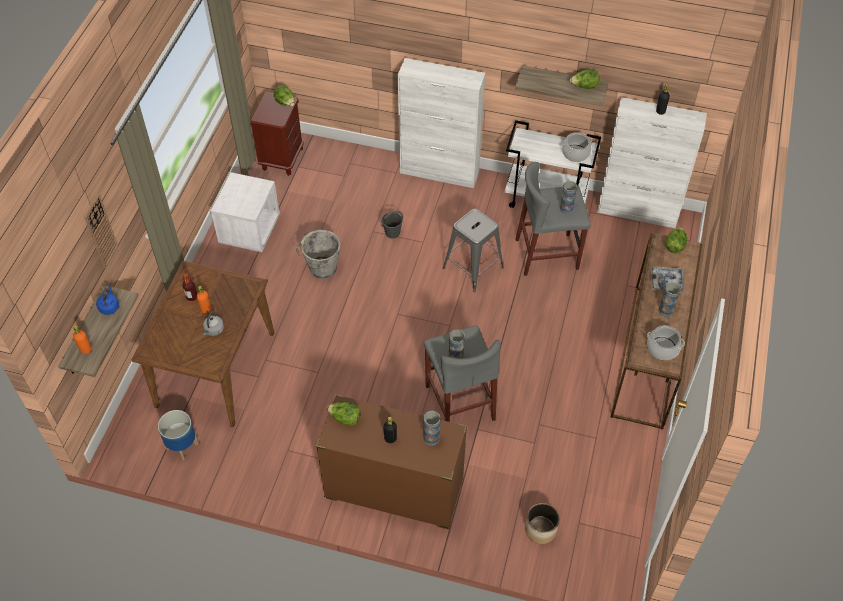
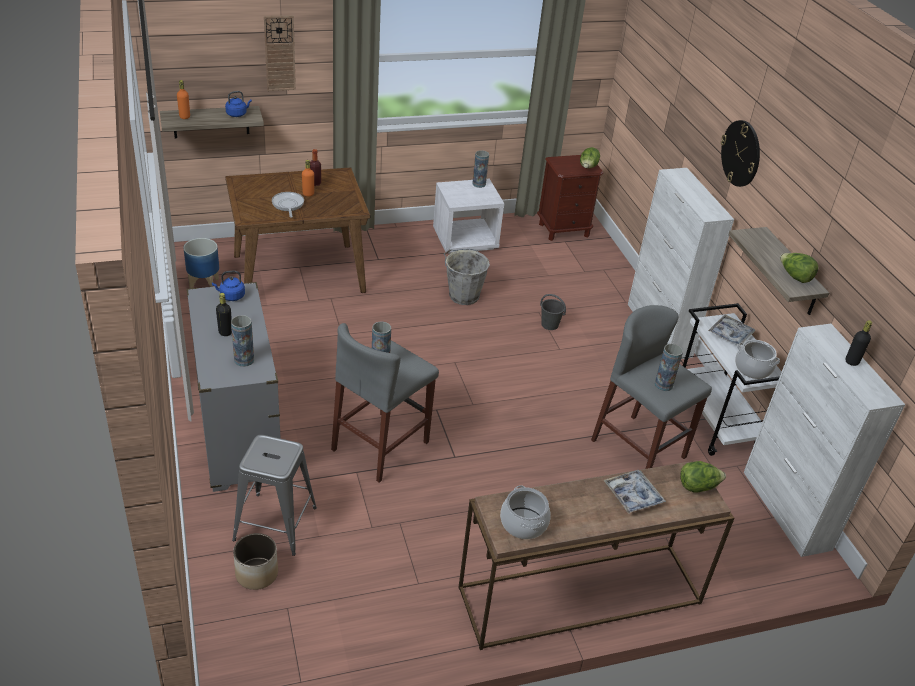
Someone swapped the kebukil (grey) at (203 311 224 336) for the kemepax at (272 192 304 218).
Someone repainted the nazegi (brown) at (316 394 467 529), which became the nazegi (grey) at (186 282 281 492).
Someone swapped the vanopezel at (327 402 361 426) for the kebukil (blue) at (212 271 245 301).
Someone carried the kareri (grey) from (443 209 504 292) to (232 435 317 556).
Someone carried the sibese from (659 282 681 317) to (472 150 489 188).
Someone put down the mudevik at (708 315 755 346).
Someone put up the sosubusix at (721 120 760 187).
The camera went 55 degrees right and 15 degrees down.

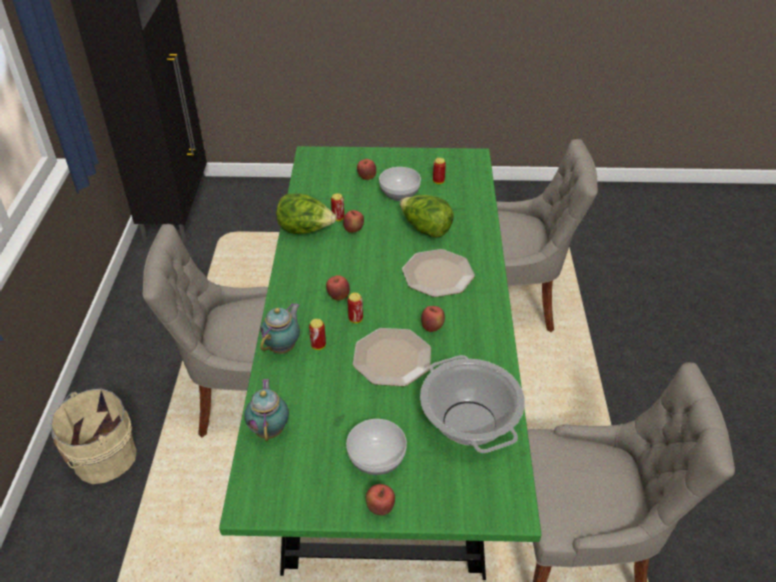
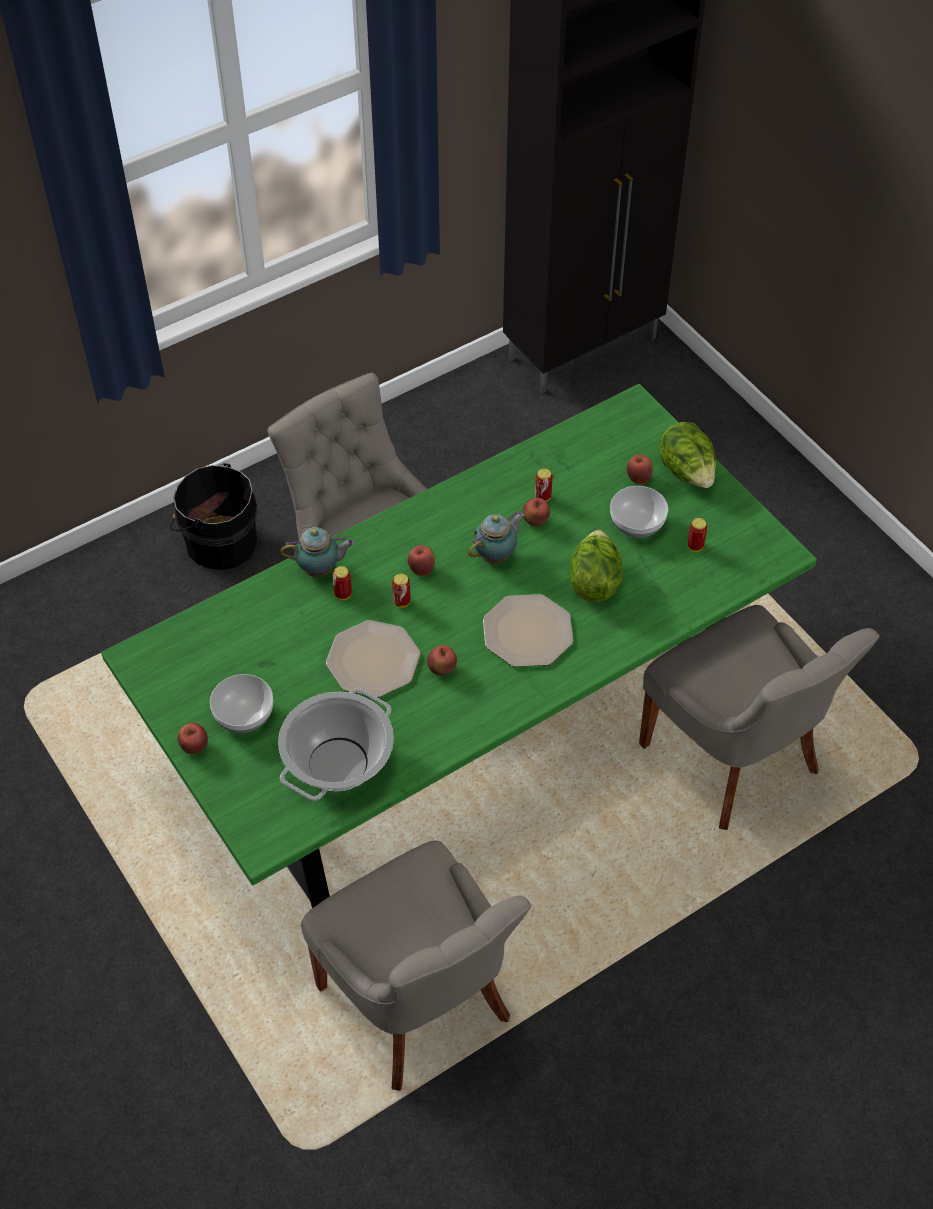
Someone repainted the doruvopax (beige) at (51 389 137 484), which became the doruvopax (black) at (170 462 257 570).
Someone carried the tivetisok from (245 379 289 441) to (468 512 525 564).
Someone carried the vanopezel from (276 194 336 234) to (659 422 716 488).
The camera went 55 degrees right and 10 degrees up.

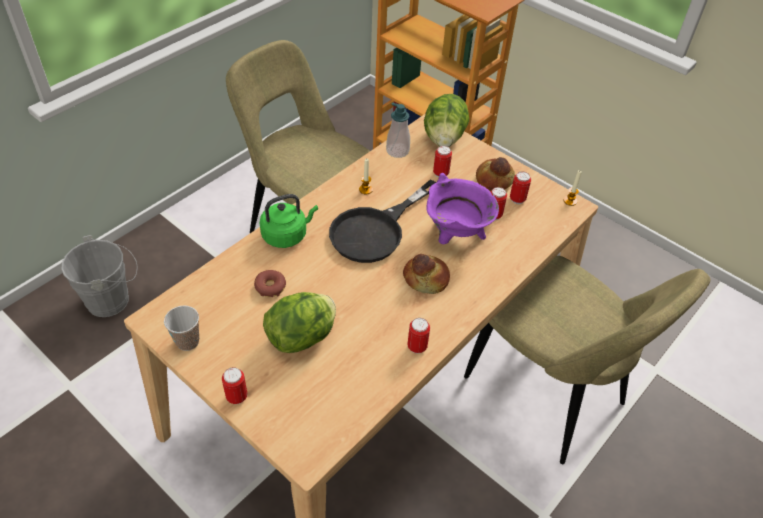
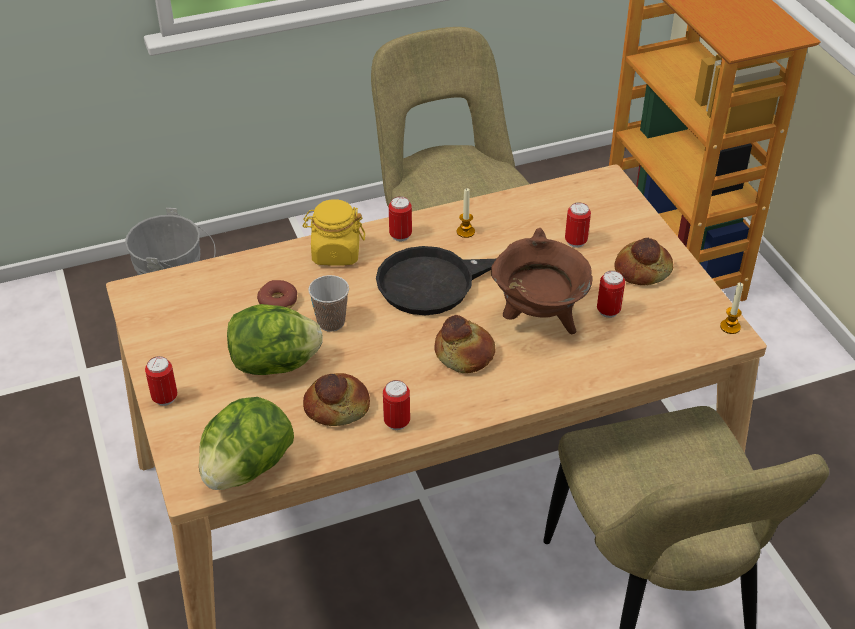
Someone carried the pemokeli from (164 306 199 351) to (309 275 349 332).
Someone swapped the kebukil (green) at (260 194 318 248) for the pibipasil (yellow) at (303 199 365 266).
Someone took away the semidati at (386 103 410 158).
Someone carried the vanopezel from (424 94 469 147) to (199 397 294 490).
Someone repainted the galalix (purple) at (426 173 499 244), which became the galalix (brown) at (491 228 593 334).
Someone carried the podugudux from (510 171 531 204) to (389 196 412 241).
Someone put down the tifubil at (303 373 370 426).
The camera went 30 degrees right and 5 degrees down.

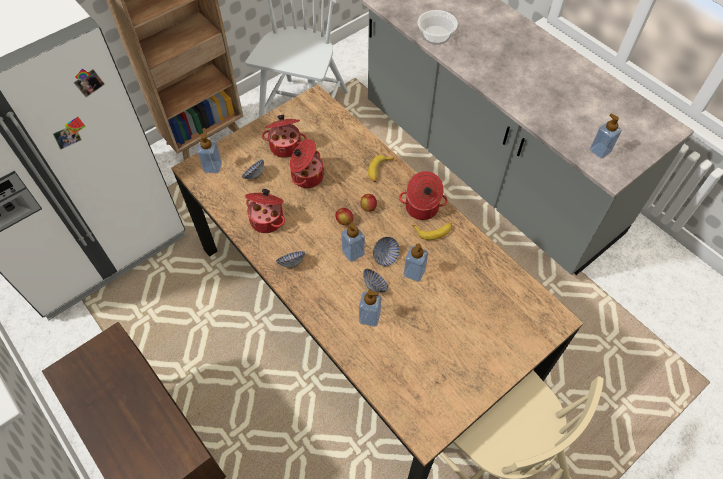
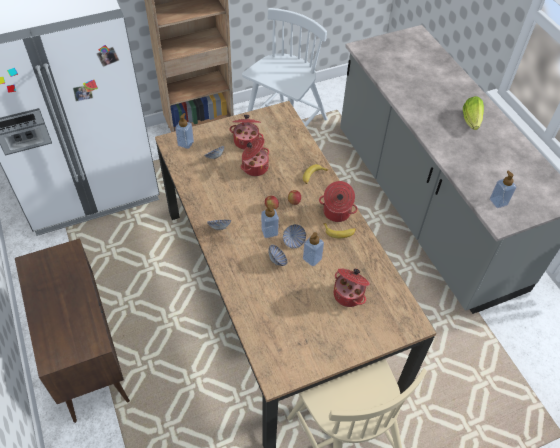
Someone carried the galalix from (245 189 285 233) to (334 268 370 307).
Someone took away the semidati at (359 290 381 327).
Someone took away the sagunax at (418 10 458 45).
Someone put down the vanopezel at (463 96 484 130).
The camera went 15 degrees right and 5 degrees down.

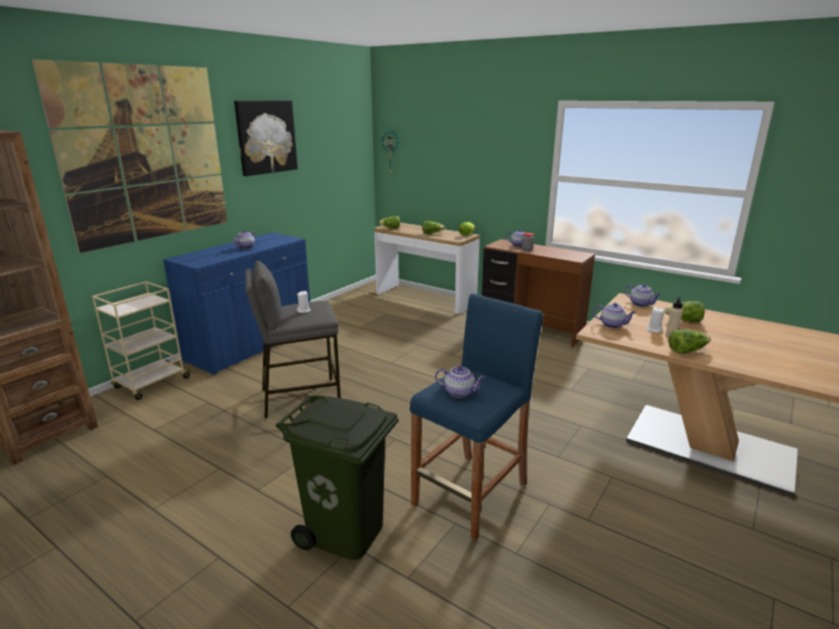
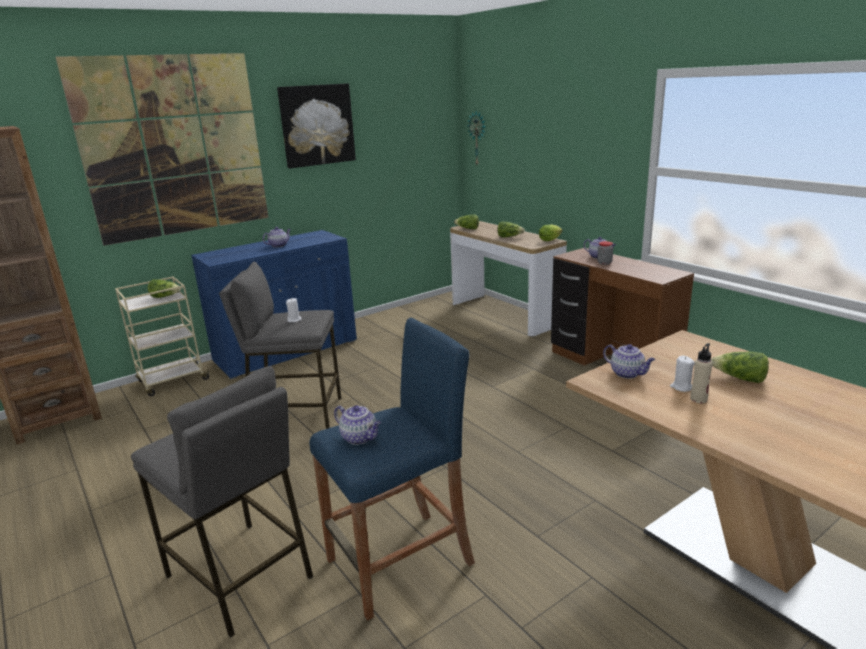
Someone swapped the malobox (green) at (276 396 399 560) for the kareri (grey) at (131 366 313 637).
Someone took away the tivetisok at (625 284 661 307).
Someone carried the vanopezel from (668 329 711 353) to (148 279 182 298).
The camera went 20 degrees right and 0 degrees up.

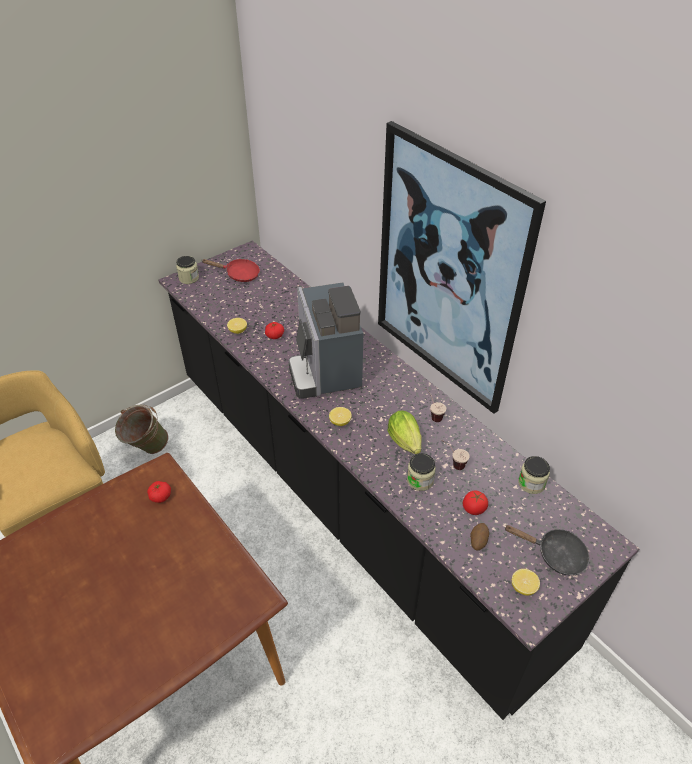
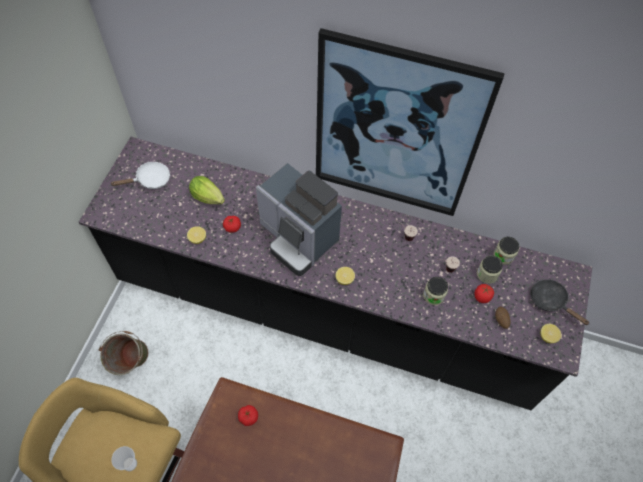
Someone carried the pibipasil from (176 256 199 284) to (477 256 503 284).
Someone repainted the kemepax (red) at (202 259 260 282), which became the kemepax (white) at (110 162 170 189).
Someone carried the vanopezel from (388 410 422 454) to (189 176 225 204).
Someone rotated the kemepax (black) at (504 525 590 575) by 120 degrees counterclockwise.
Someone put down the pemokeli at (111 446 137 471).
The camera went 35 degrees left and 15 degrees up.

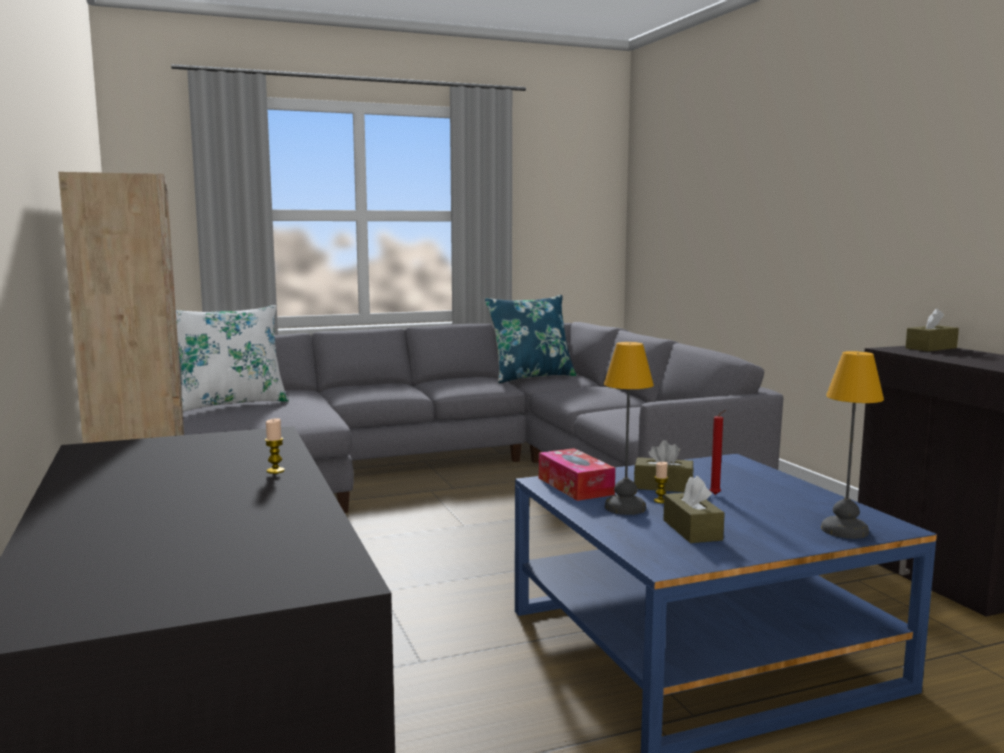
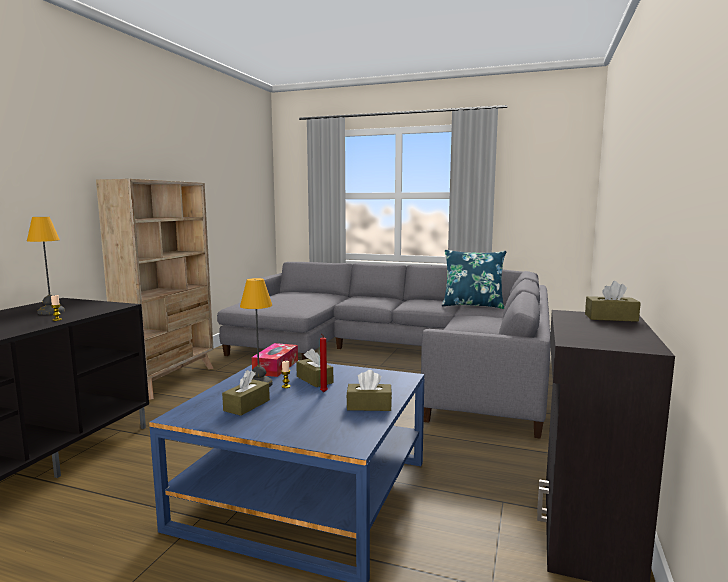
Someone took away the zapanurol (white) at (176 305 289 412).
Someone carried the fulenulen from (821 351 884 539) to (27 217 65 315).
Someone put down the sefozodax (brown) at (346 370 392 411).
The camera went 40 degrees right and 0 degrees up.

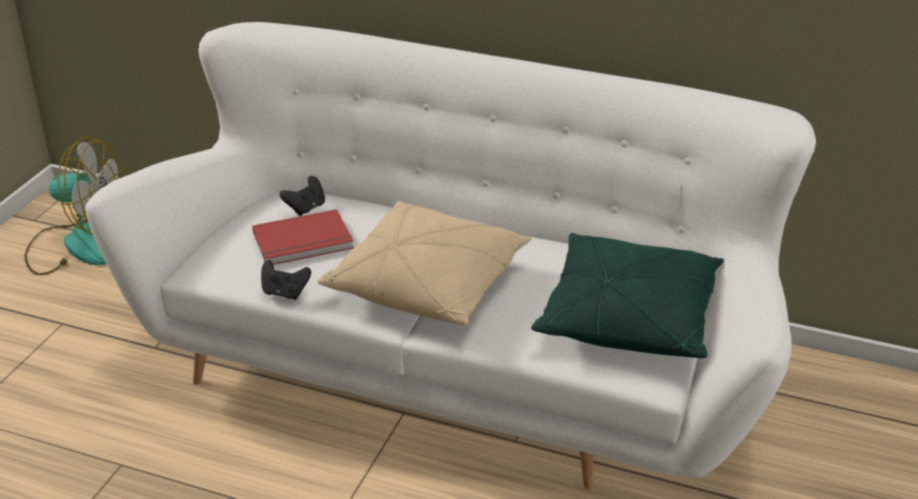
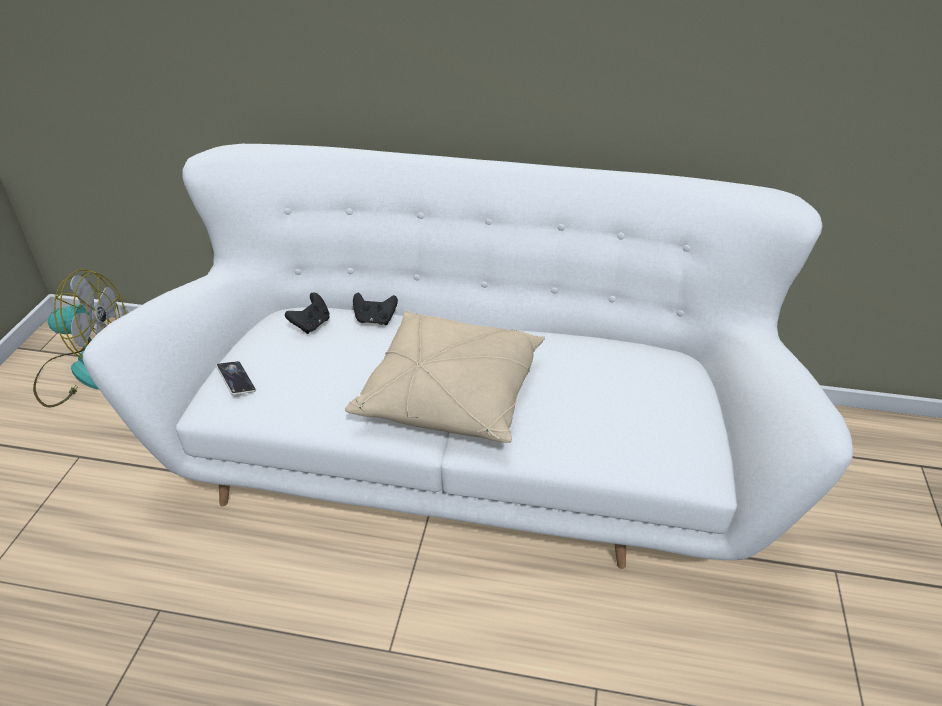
Someone took away the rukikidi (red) at (252 209 354 265).
Someone carried the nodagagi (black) from (261 260 311 300) to (353 293 398 325).
Someone took away the zapanurol (green) at (531 233 724 358).
Someone put down the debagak at (216 361 256 395).
The camera went 10 degrees left and 5 degrees up.

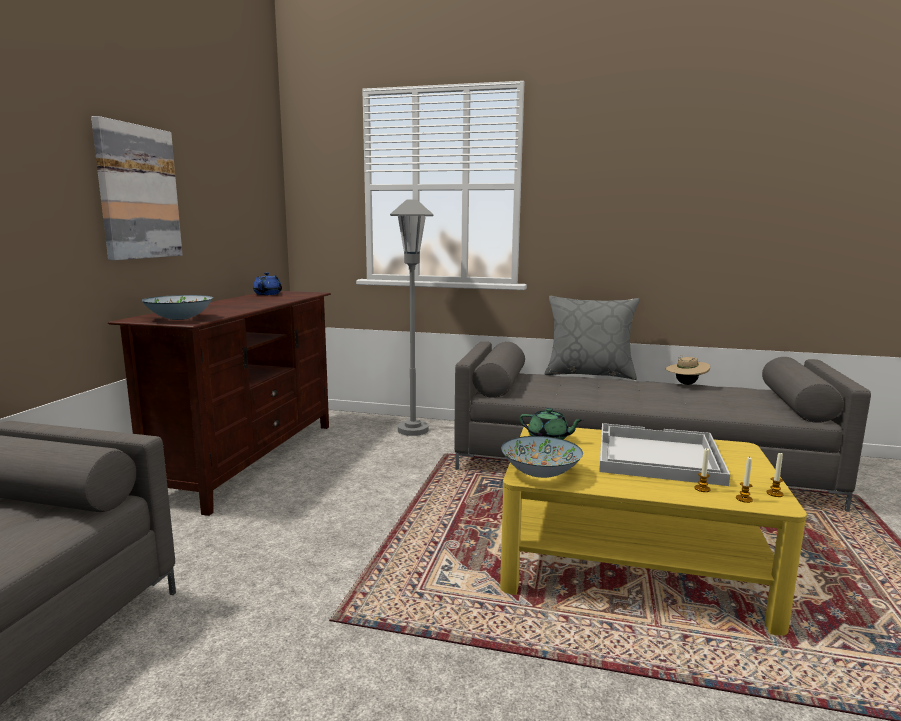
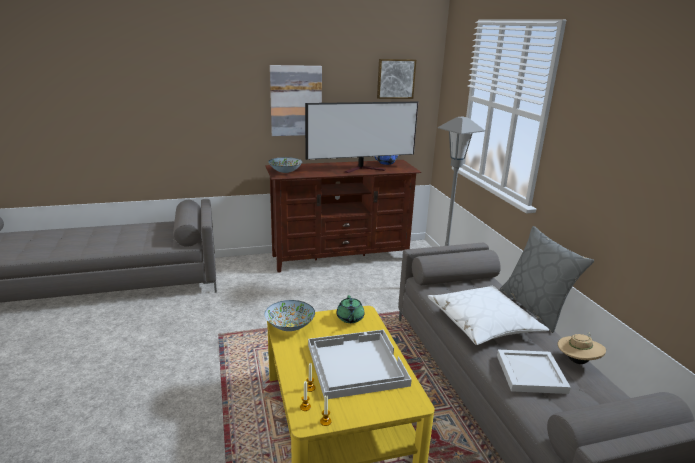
Someone put down the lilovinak at (305 102 418 173).
Someone put up the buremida at (377 59 416 99).
Someone put down the zapanurol (white) at (428 286 549 345).
Someone put down the mudevik (white) at (497 350 571 394).
The camera went 60 degrees right and 10 degrees up.

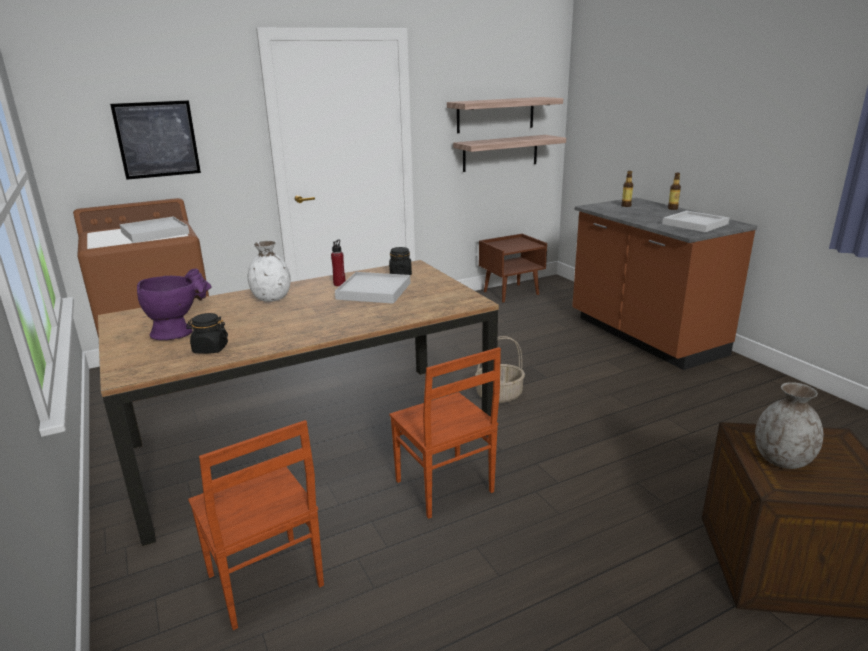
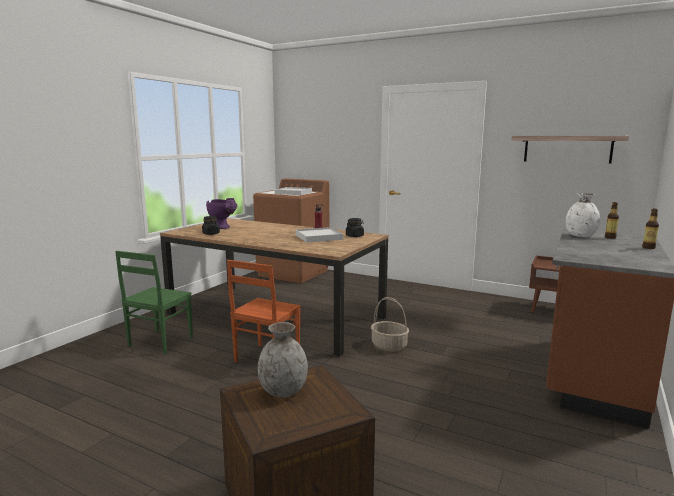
Someone took away the buremida at (110 100 201 180).
Someone repainted the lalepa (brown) at (188 420 324 630), which became the lalepa (green) at (115 251 193 354).
Someone carried the sibese (white) from (248 241 291 302) to (566 193 600 237).
Someone took away the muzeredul at (453 135 566 172).
Someone took away the mudevik (white) at (662 211 729 232).
The camera went 55 degrees right and 10 degrees down.

